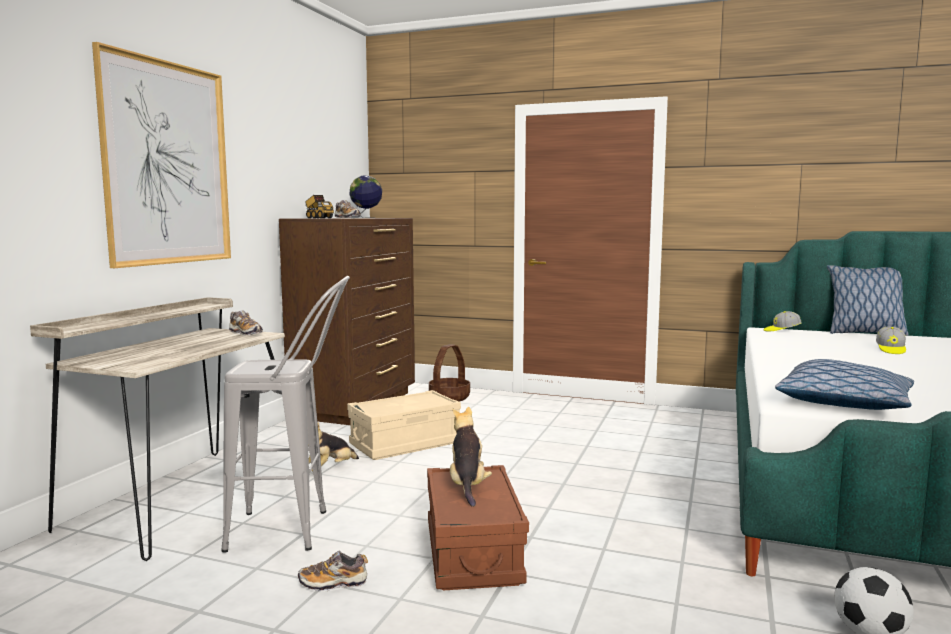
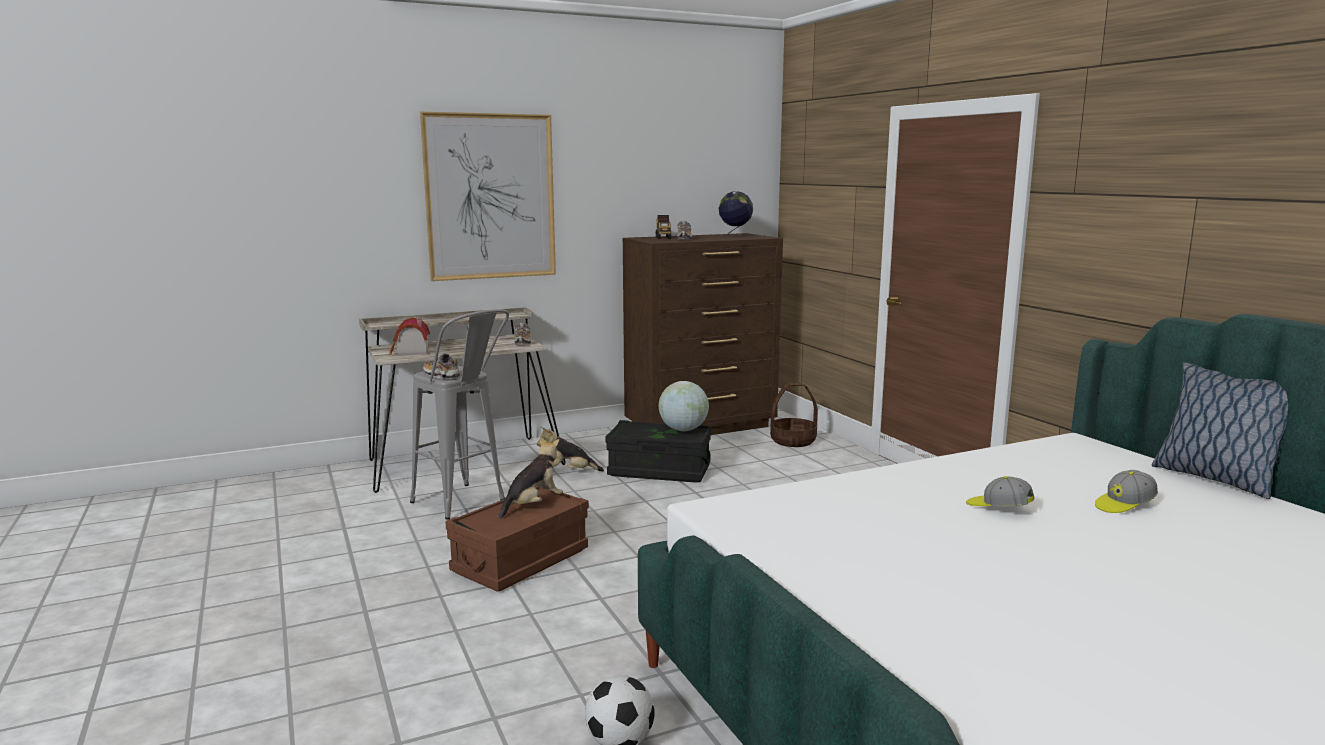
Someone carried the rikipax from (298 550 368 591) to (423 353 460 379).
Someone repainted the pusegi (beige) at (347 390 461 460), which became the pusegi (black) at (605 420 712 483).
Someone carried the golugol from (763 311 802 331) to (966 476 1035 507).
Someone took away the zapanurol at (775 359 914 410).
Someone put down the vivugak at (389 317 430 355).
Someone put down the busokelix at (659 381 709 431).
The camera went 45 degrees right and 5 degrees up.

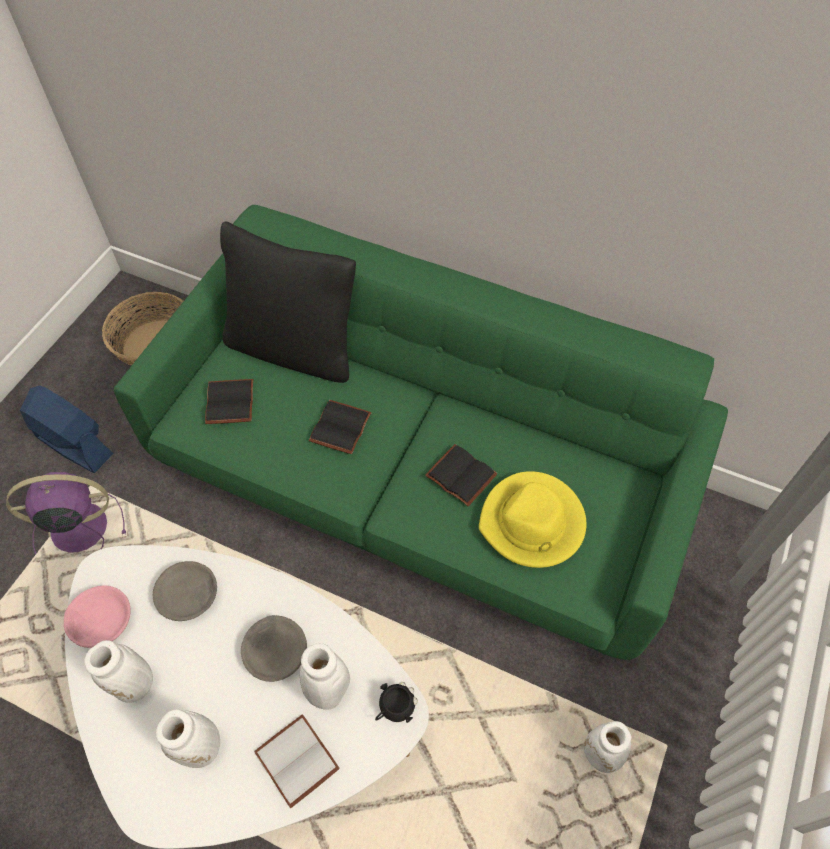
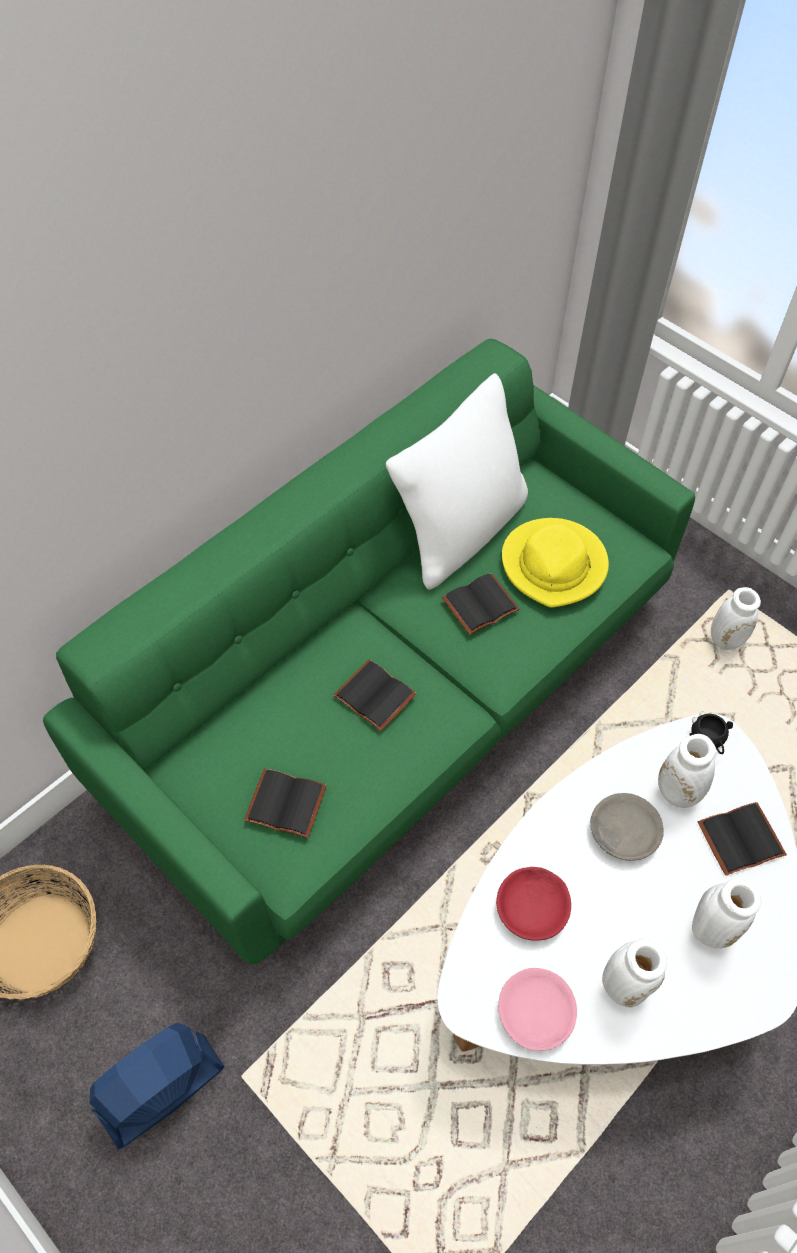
Someone took away the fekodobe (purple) at (6 472 126 554).
Someone repainted the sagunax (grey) at (153 561 217 621), which became the sagunax (red) at (496 867 571 941).
Someone took away the zapanurol (black) at (220 222 356 383).
Someone repainted the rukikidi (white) at (254 714 340 808), which became the rukikidi (black) at (698 802 787 876).
Someone put down the zapanurol (white) at (386 373 528 590).
The camera went 70 degrees left and 0 degrees up.

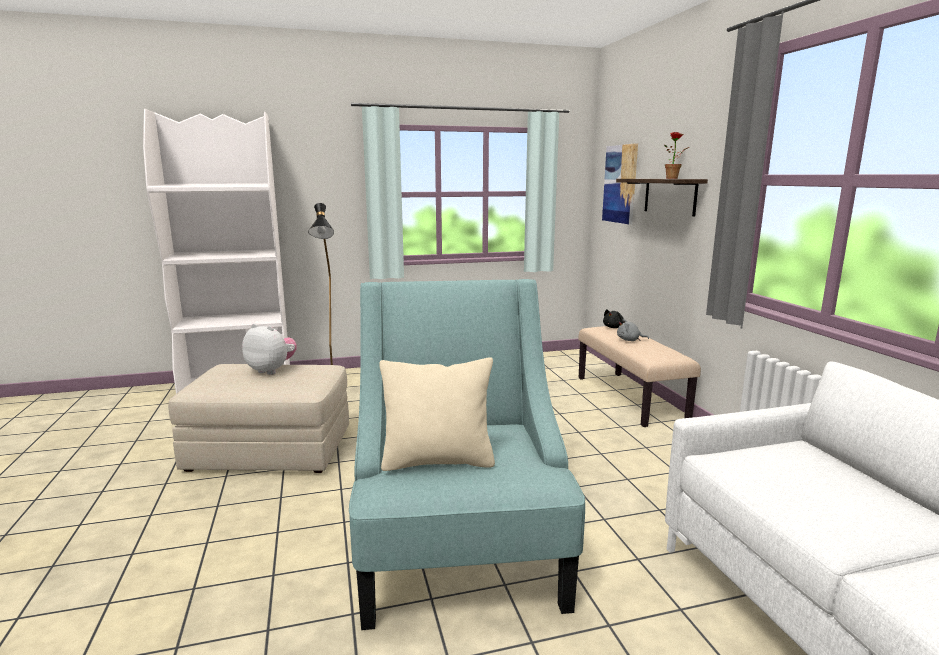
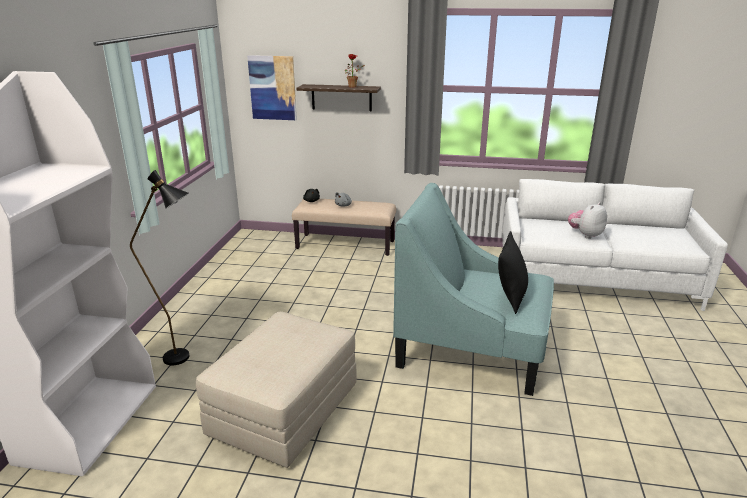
Someone carried the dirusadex from (242 324 297 375) to (568 202 607 239).
Someone repainted the zapanurol (beige) at (379 357 495 471), which became the zapanurol (black) at (498 231 528 314).
The camera went 65 degrees left and 10 degrees up.

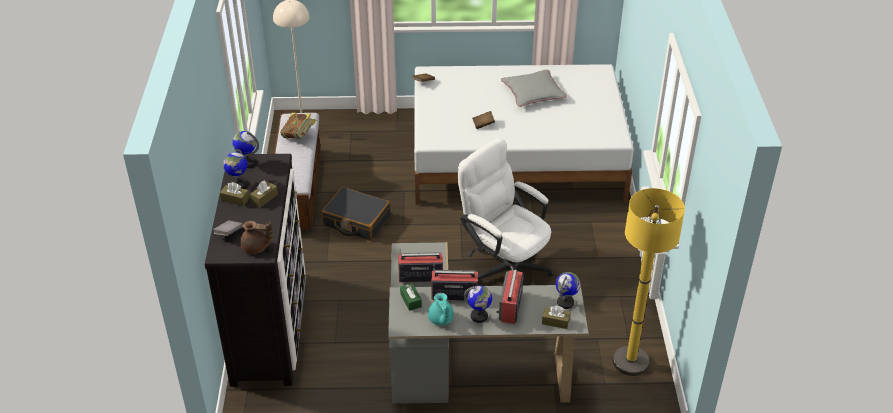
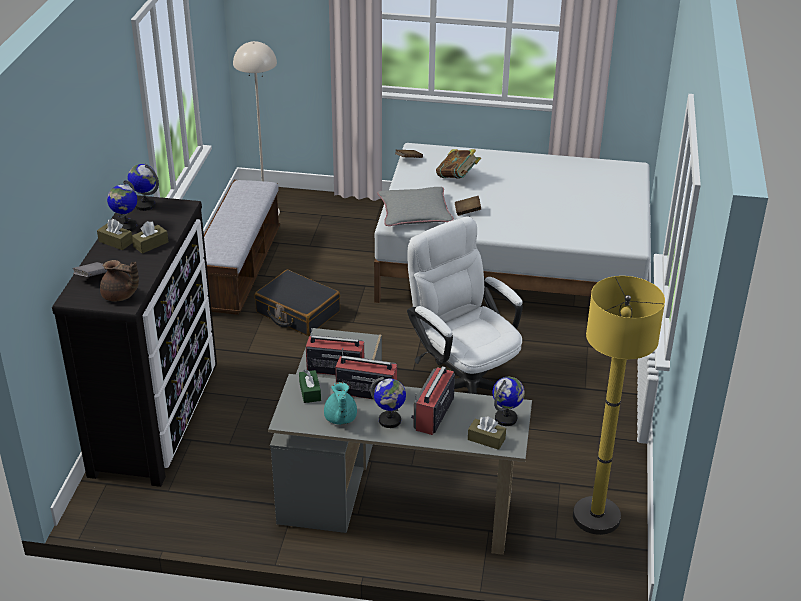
Someone carried the rukikidi from (280 113 316 139) to (436 149 481 179).
Someone carried the zapanurol (grey) from (501 70 567 107) to (377 187 454 226).
The camera went 10 degrees right and 5 degrees down.

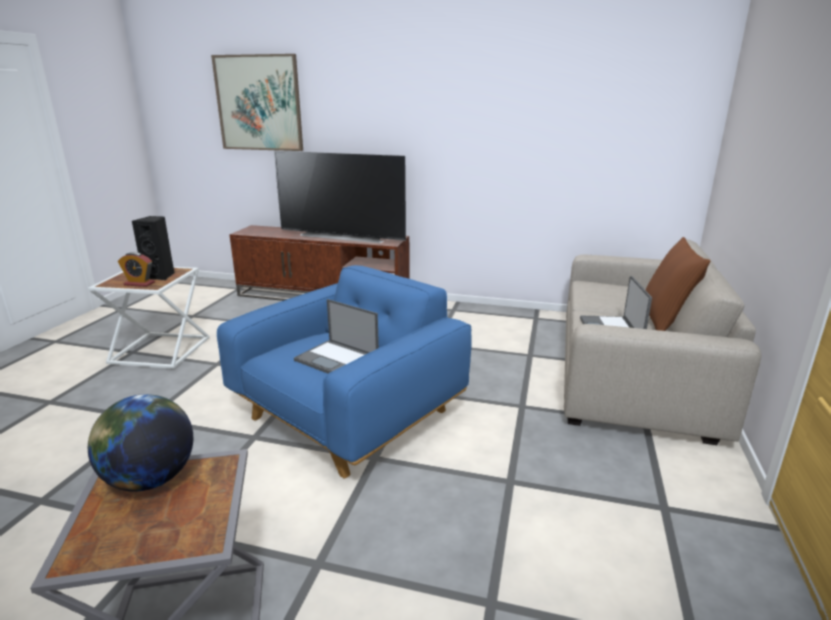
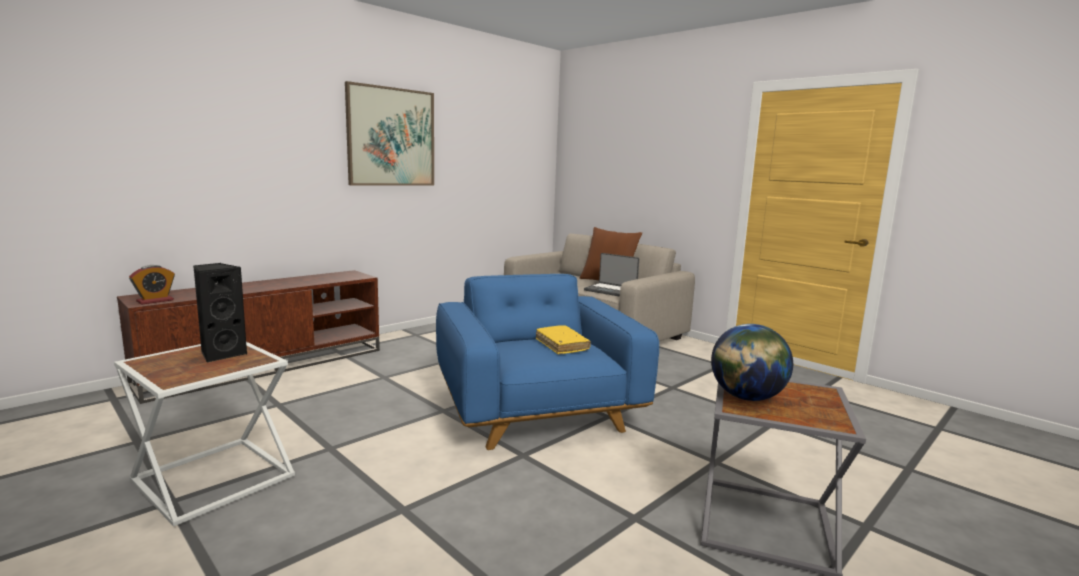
Someone carried the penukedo from (118 252 155 287) to (129 265 175 304).
Someone carried the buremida from (211 54 303 151) to (345 81 434 186).
Someone took away the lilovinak at (274 151 406 243).
Someone swapped the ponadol at (294 299 379 374) for the rukikidi (yellow) at (536 325 591 354).
The camera went 60 degrees left and 10 degrees down.

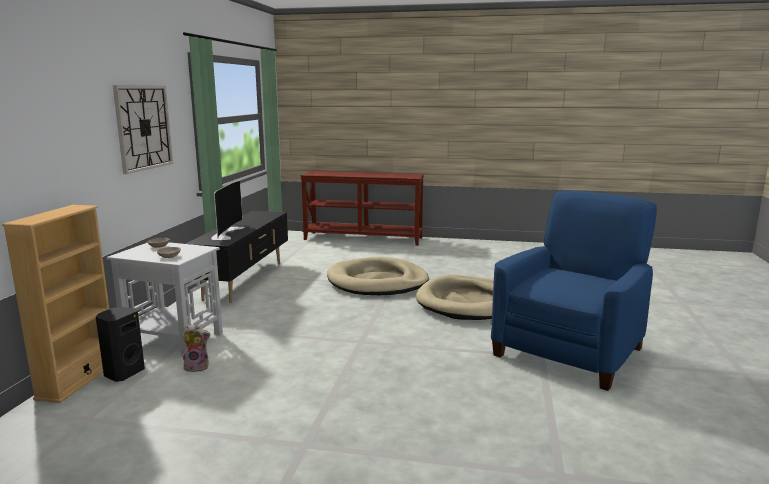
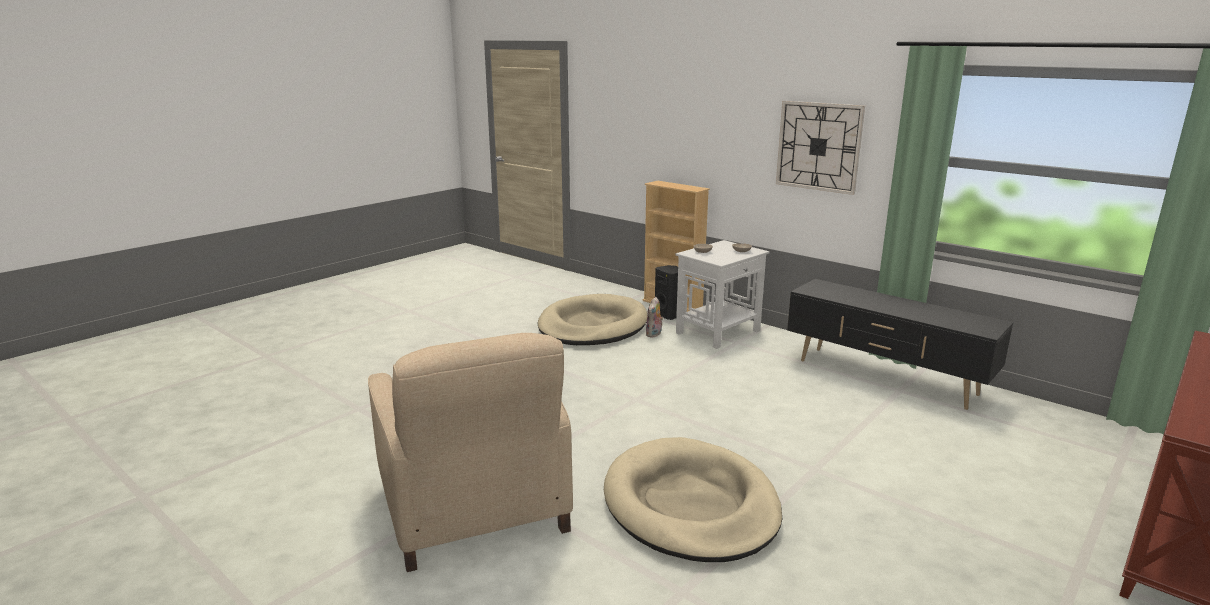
Someone took away the lilovinak at (211 181 245 240).
Someone carried the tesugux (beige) from (327 257 429 295) to (538 294 648 345).
Someone repainted the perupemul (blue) at (491 191 657 391), which became the perupemul (beige) at (368 333 573 572).
The camera went 120 degrees right and 5 degrees up.

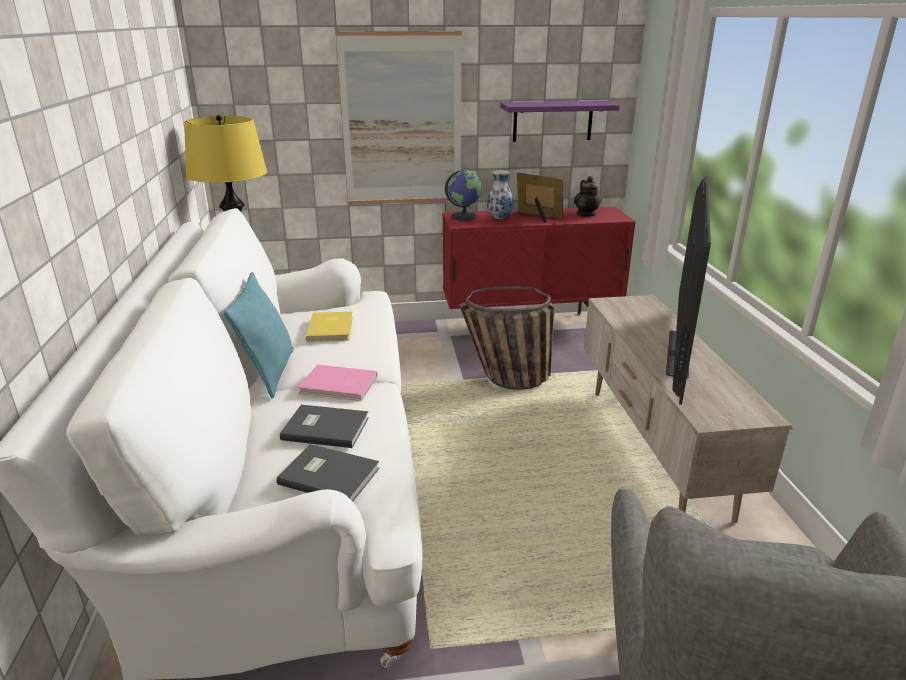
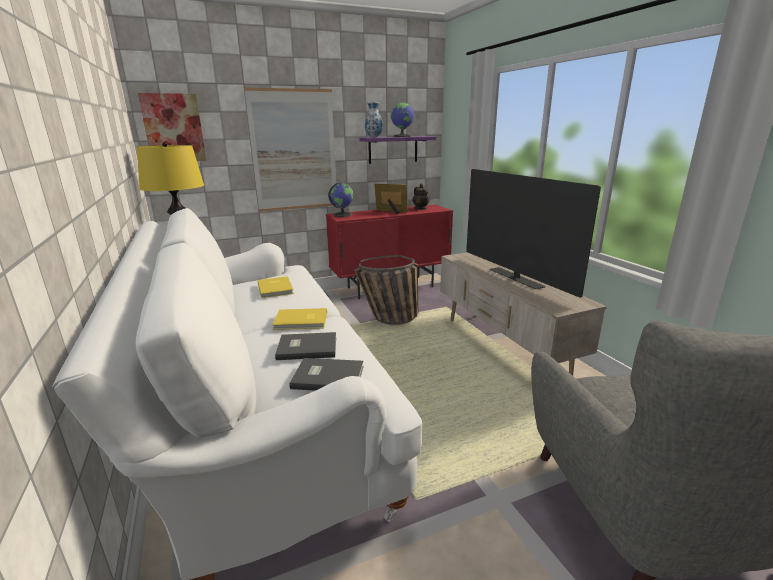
Someone took away the zapanurol (turquoise) at (223 272 294 399).
Someone repainted the rukikidi (pink) at (298 365 377 401), which became the rukikidi (yellow) at (272 308 327 330).
Someone carried the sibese from (487 170 513 219) to (365 102 383 137).
Someone rotated the lilovinak at (666 176 711 405) by 150 degrees clockwise.
Someone put up the buremida at (138 93 206 161).
Someone put down the busokelix at (390 102 414 137).
The camera went 15 degrees left and 5 degrees down.

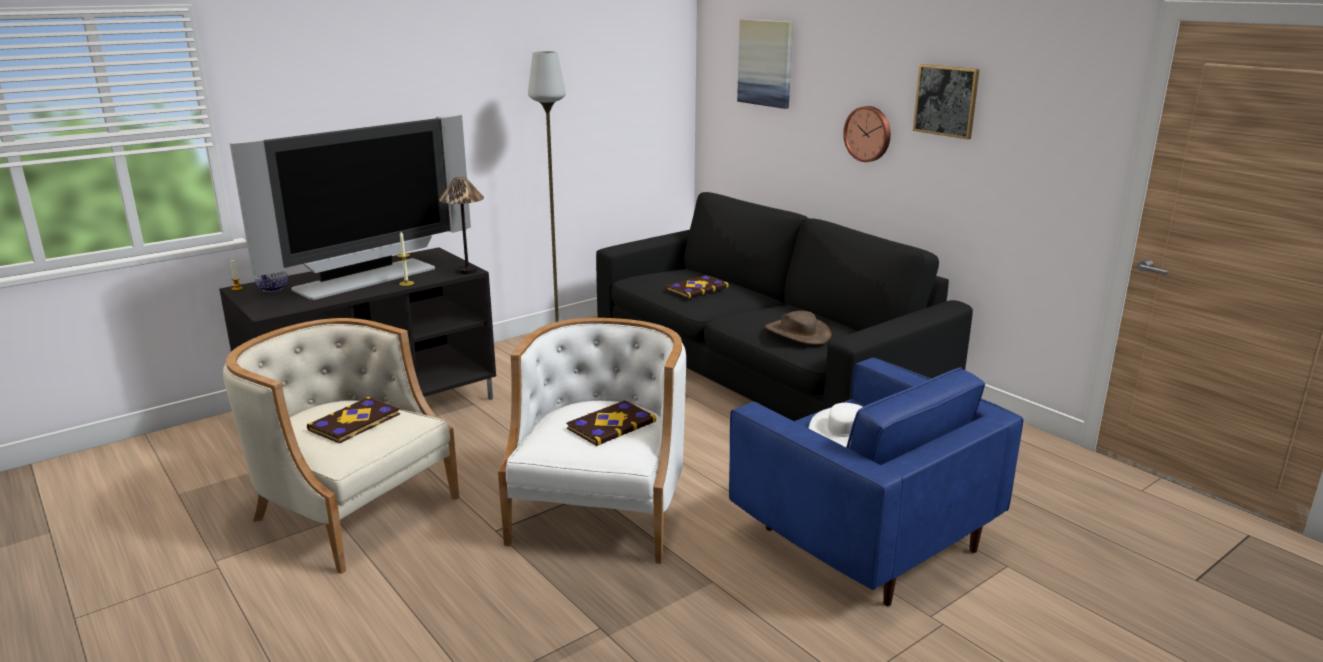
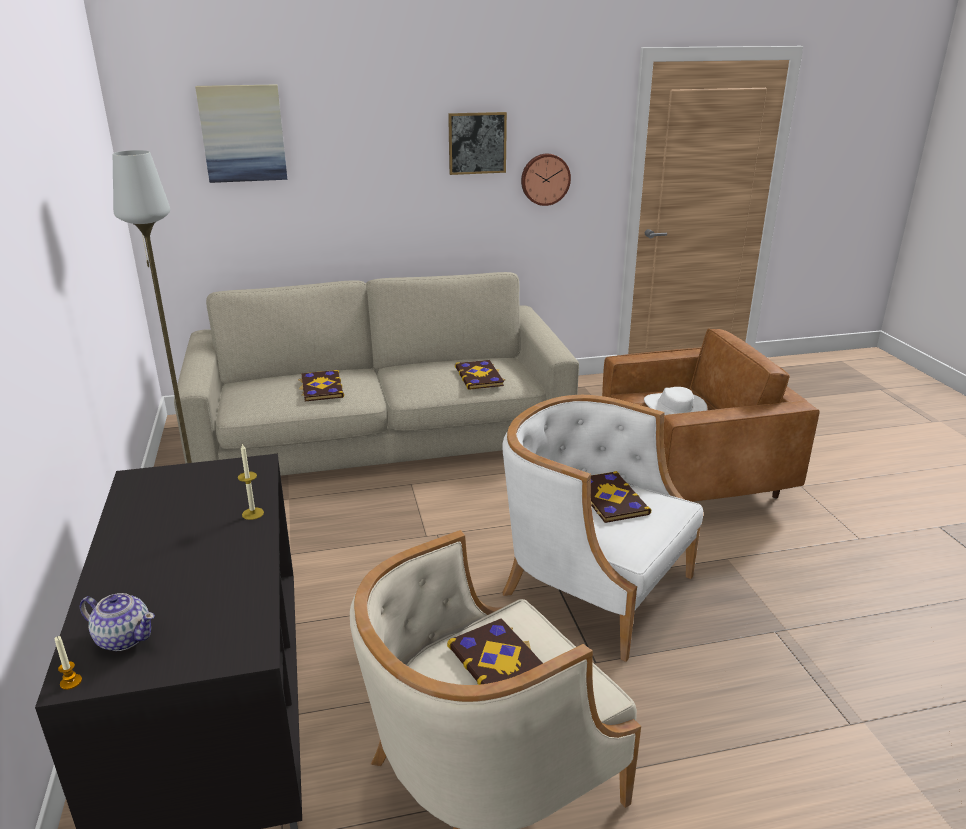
Someone took away the lilovinak at (230 114 471 300).
Someone took away the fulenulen at (439 177 484 274).
Someone repainted the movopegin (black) at (596 192 973 421), which became the movopegin (beige) at (174 272 579 476).
Someone repainted the perupemul (blue) at (729 357 1023 606), which became the perupemul (brown) at (602 329 820 502).
Someone swapped the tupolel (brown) at (765 311 831 345) for the rukikidi at (455 360 505 390).
Someone carried the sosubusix from (843 106 891 162) to (521 154 571 206).
The camera went 65 degrees left and 5 degrees up.

